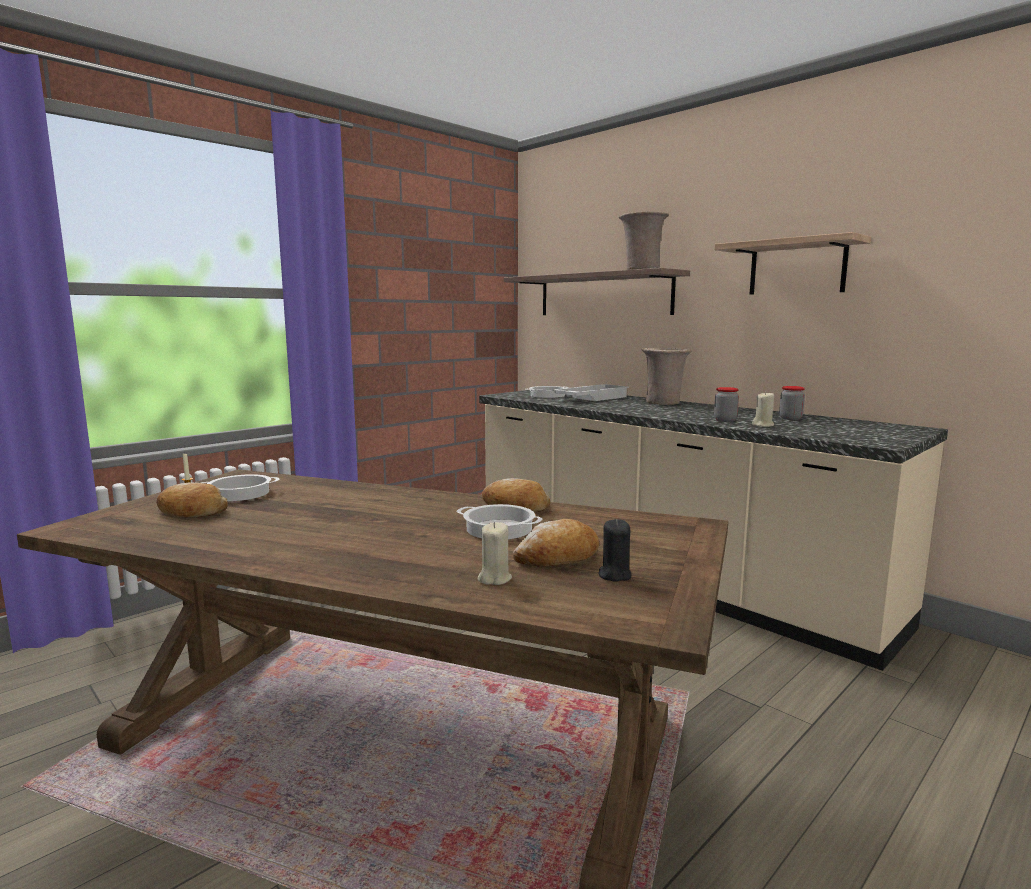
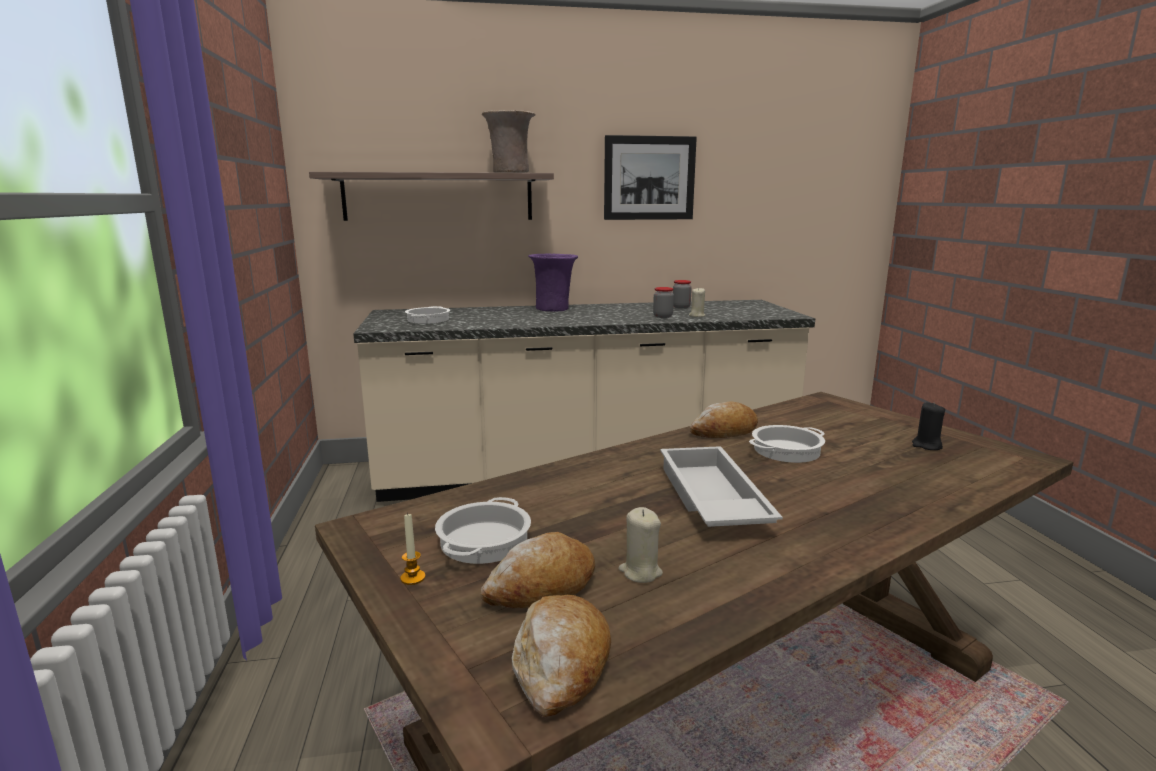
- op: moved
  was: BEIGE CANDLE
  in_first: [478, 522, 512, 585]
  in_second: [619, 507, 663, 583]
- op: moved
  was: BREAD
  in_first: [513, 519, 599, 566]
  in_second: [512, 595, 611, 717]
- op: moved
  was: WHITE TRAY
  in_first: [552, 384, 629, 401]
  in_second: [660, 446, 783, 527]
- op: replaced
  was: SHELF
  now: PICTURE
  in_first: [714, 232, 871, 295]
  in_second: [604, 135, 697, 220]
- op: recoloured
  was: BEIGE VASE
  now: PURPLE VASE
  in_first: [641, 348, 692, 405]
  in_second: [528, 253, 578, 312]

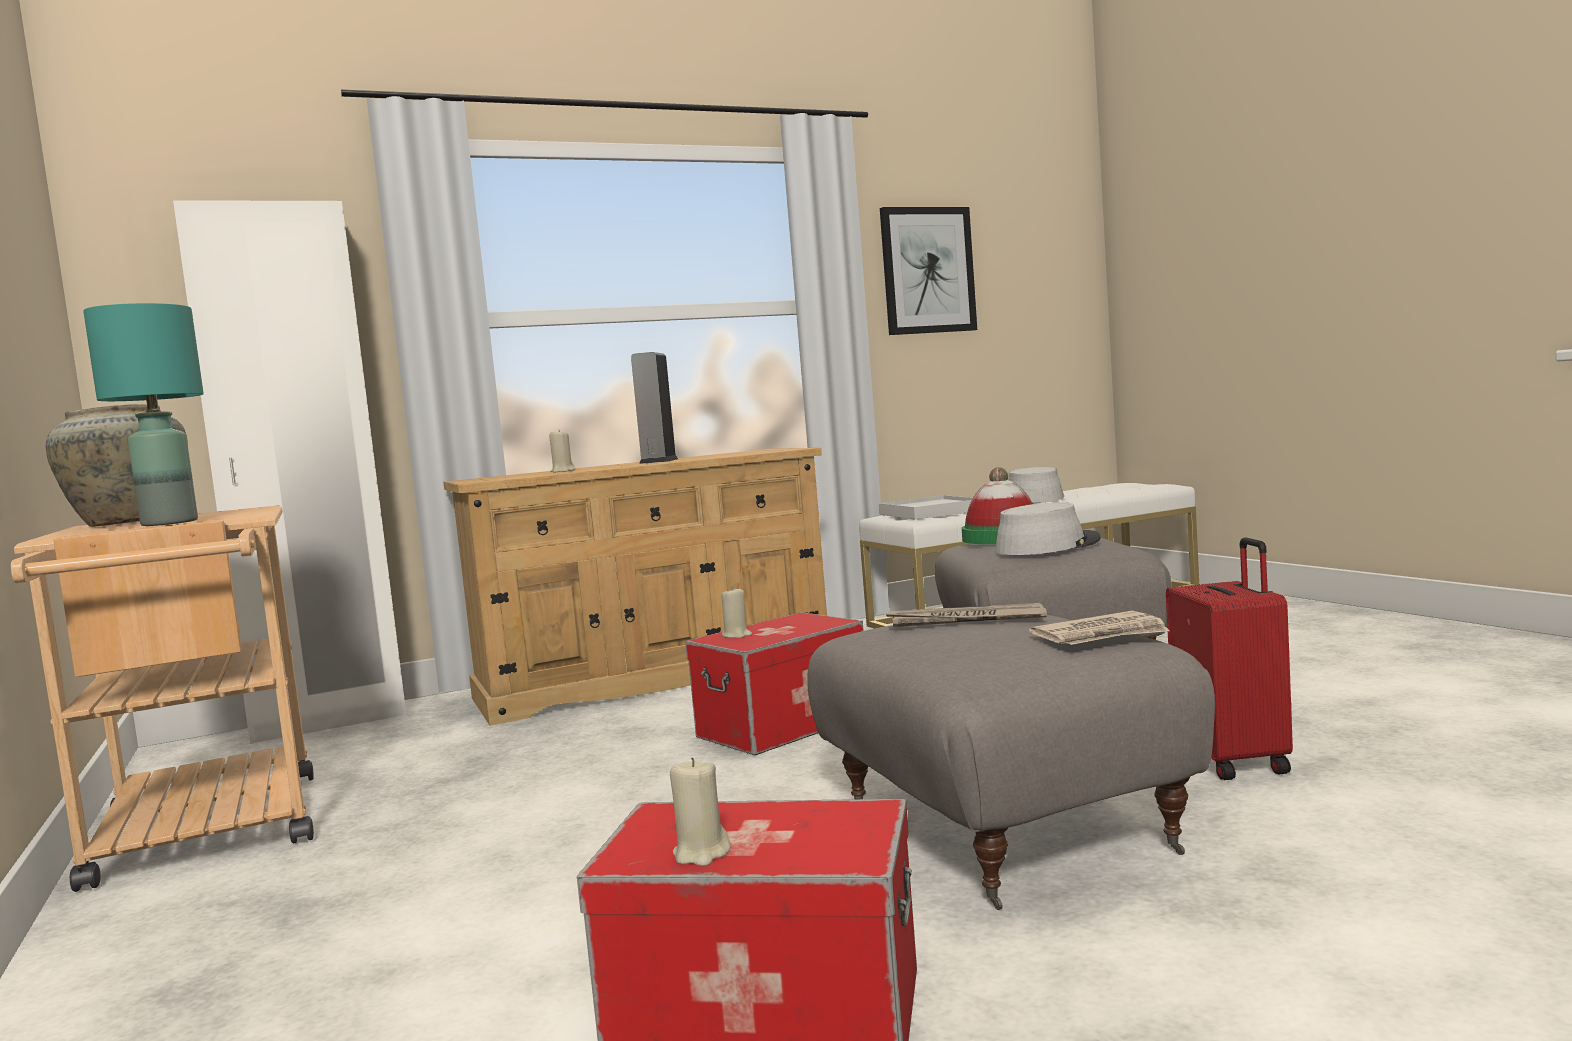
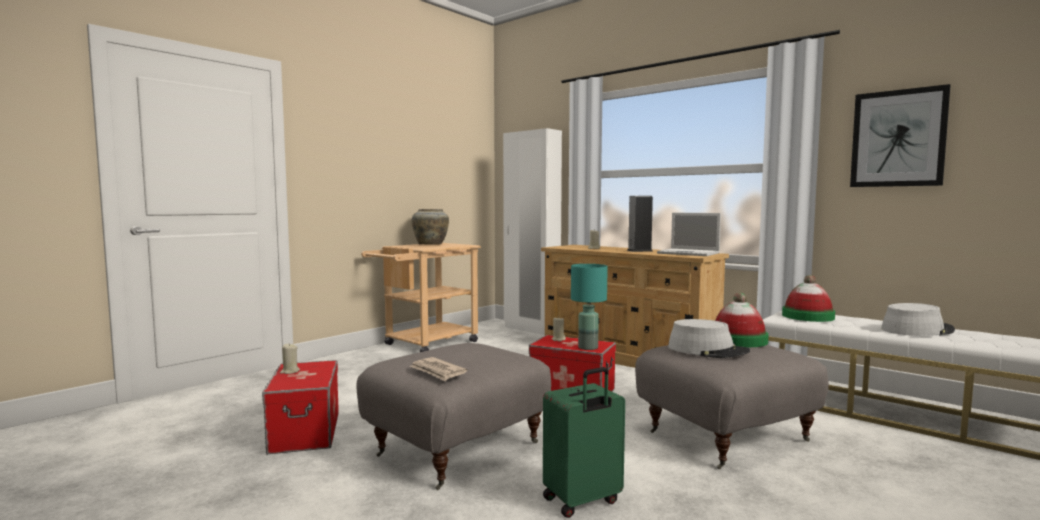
- op: removed
  was: NEWSPAPER
  in_first: [886, 603, 1047, 627]
- op: added
  now: LAPTOP
  in_second: [657, 213, 721, 256]
- op: moved
  was: TURQUOISE TABLE LAMP
  in_first: [83, 303, 204, 526]
  in_second: [571, 264, 608, 350]
- op: replaced
  was: WHITE TRAY
  now: HAT
  in_first: [879, 495, 973, 520]
  in_second: [782, 275, 835, 322]
- op: recoloured
  was: RED SUITCASE
  now: GREEN SUITCASE
  in_first: [1166, 537, 1293, 780]
  in_second: [543, 367, 625, 518]

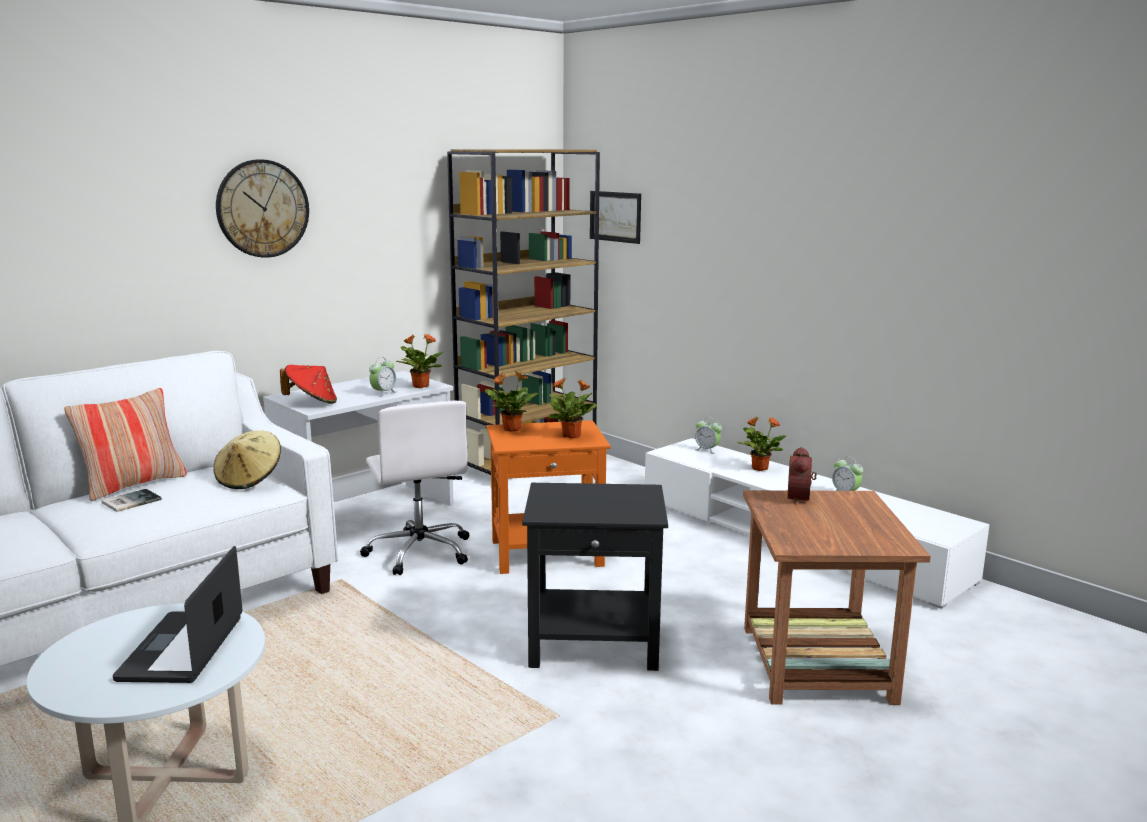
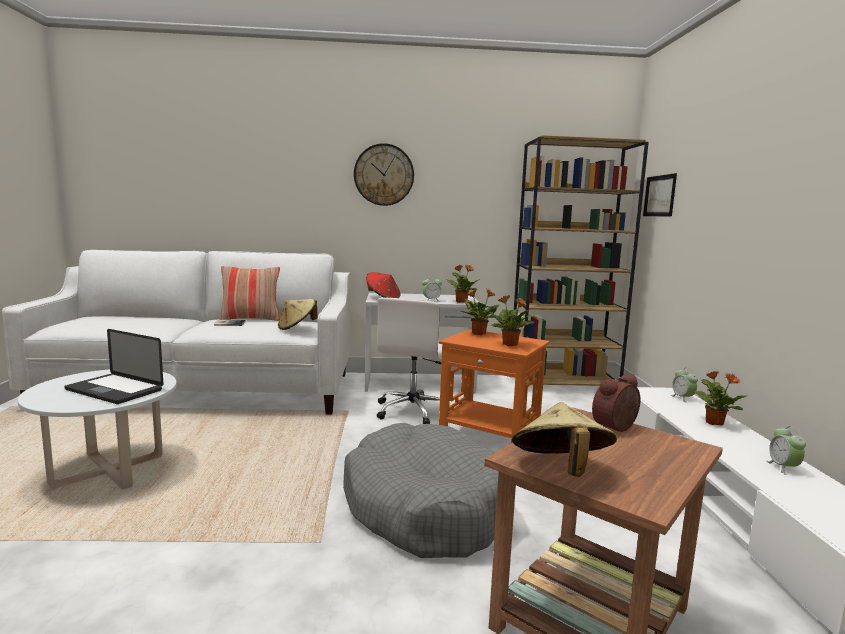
- op: added
  now: BEIGE HAT
  in_second: [512, 402, 617, 477]
- op: replaced
  was: BLACK SIDE TABLE
  now: GREY DOG BED
  in_first: [522, 483, 668, 671]
  in_second: [343, 423, 499, 558]
- op: turned
  was: LAPTOP
  in_first: [113, 546, 242, 683]
  in_second: [64, 329, 163, 404]
  clockwise: -105

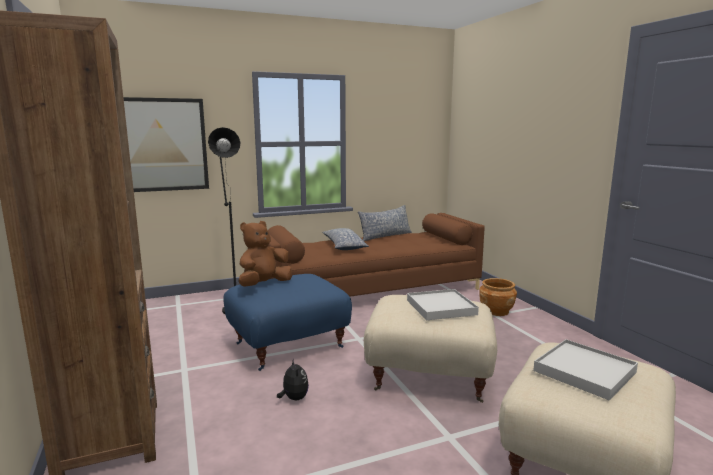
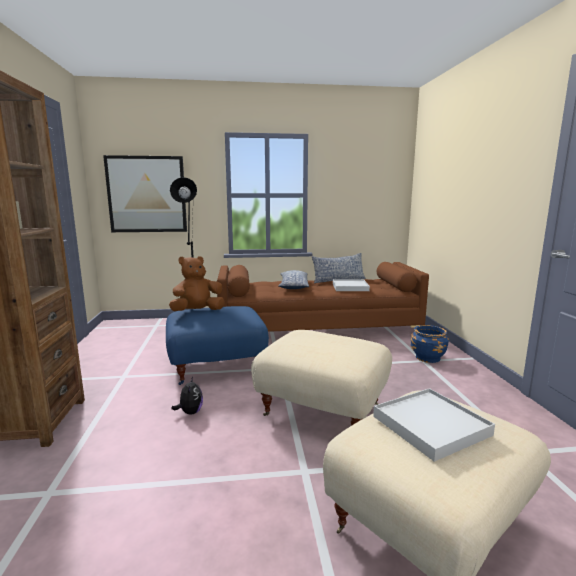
- op: moved
  was: WHITE TRAY
  in_first: [407, 289, 479, 320]
  in_second: [333, 279, 370, 291]
- op: recoloured
  was: BROWN PLANTER
  now: BLUE PLANTER
  in_first: [479, 278, 517, 316]
  in_second: [411, 325, 449, 363]

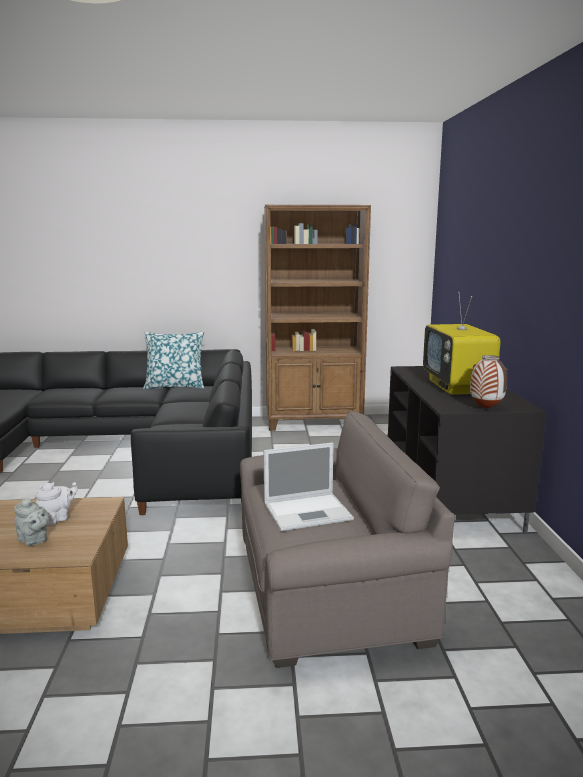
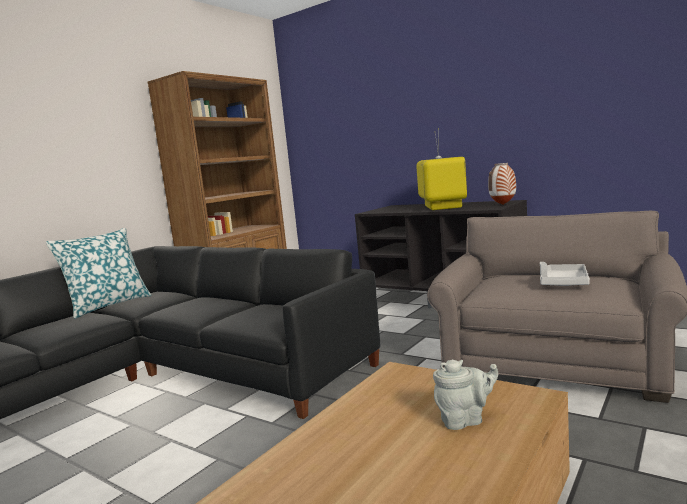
- op: removed
  was: WHITE TEAPOT
  in_first: [35, 482, 78, 525]
- op: replaced
  was: LAPTOP
  now: GREY TRAY
  in_first: [264, 442, 354, 531]
  in_second: [540, 262, 590, 286]
- op: turned
  was: TELEVISION
  in_first: [423, 292, 501, 395]
  in_second: [416, 128, 467, 210]
  clockwise: -120

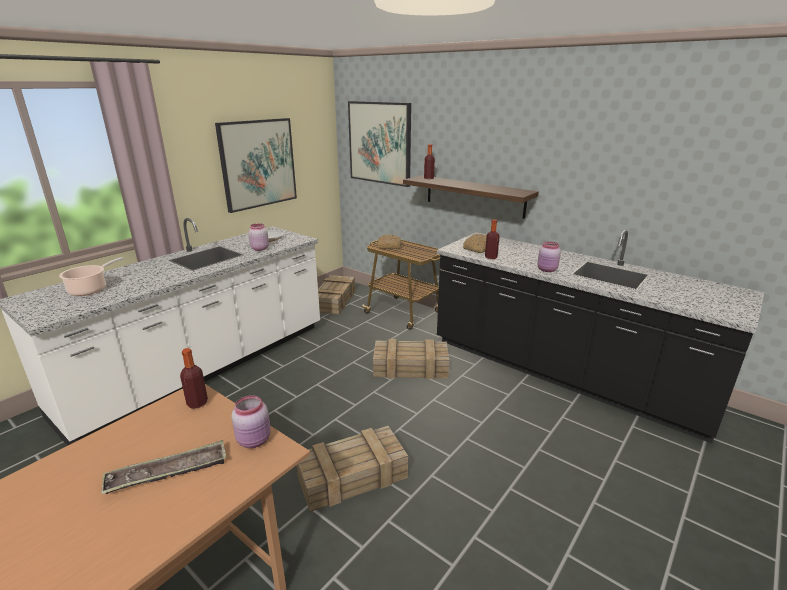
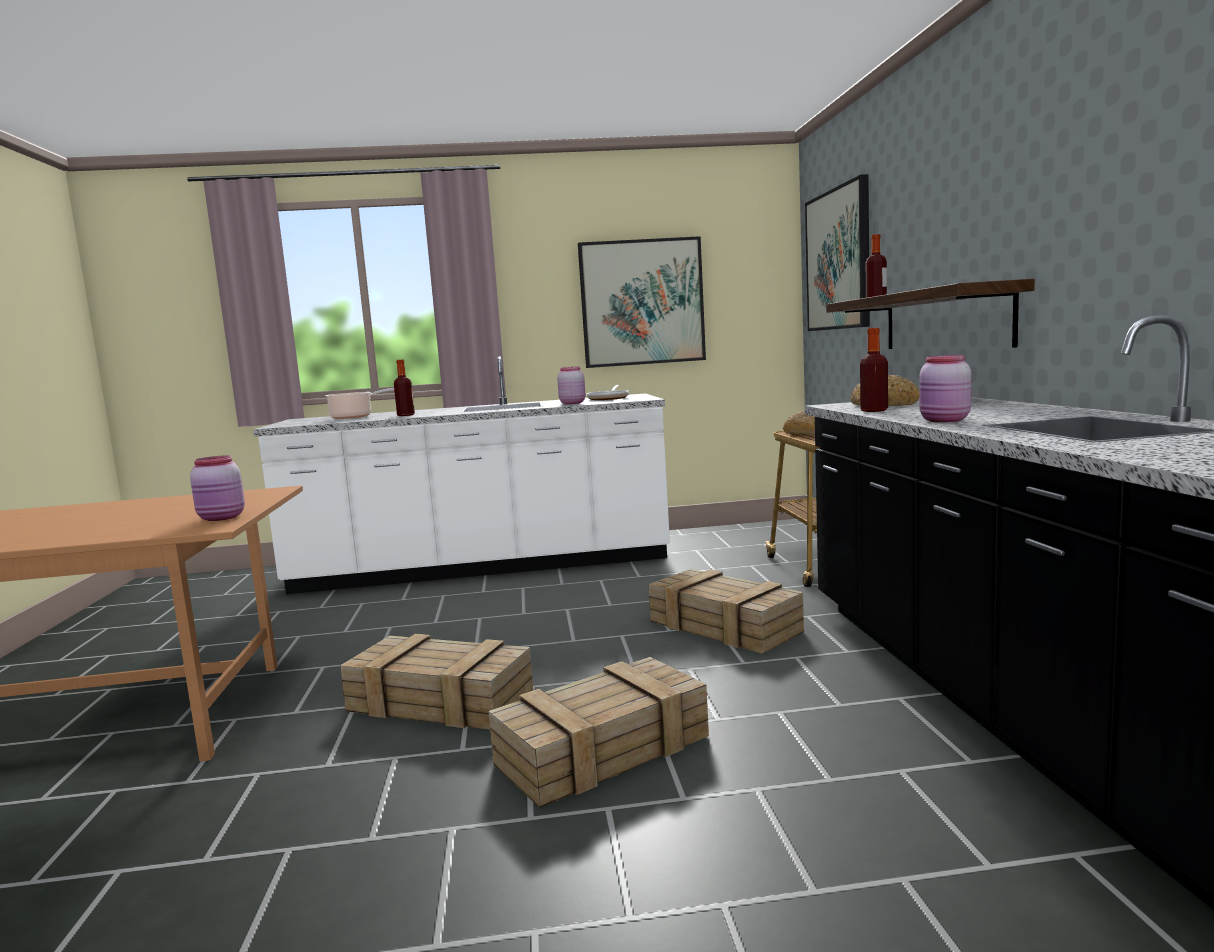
- op: removed
  was: TRAY
  in_first: [101, 440, 226, 494]
- op: moved
  was: BOTTLE
  in_first: [180, 348, 208, 409]
  in_second: [394, 359, 415, 416]
- op: moved
  was: CRATE
  in_first: [318, 275, 355, 314]
  in_second: [488, 657, 709, 808]

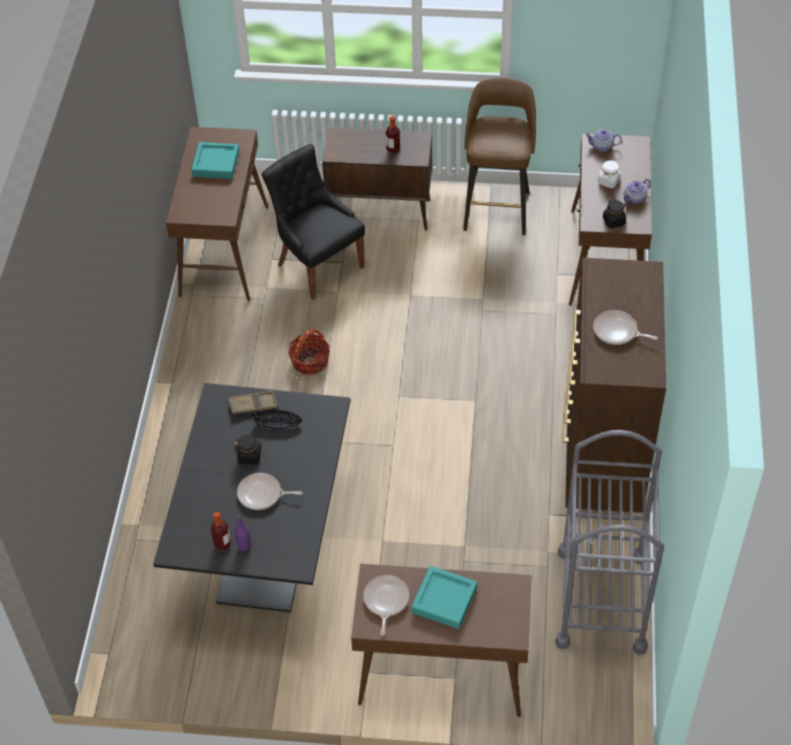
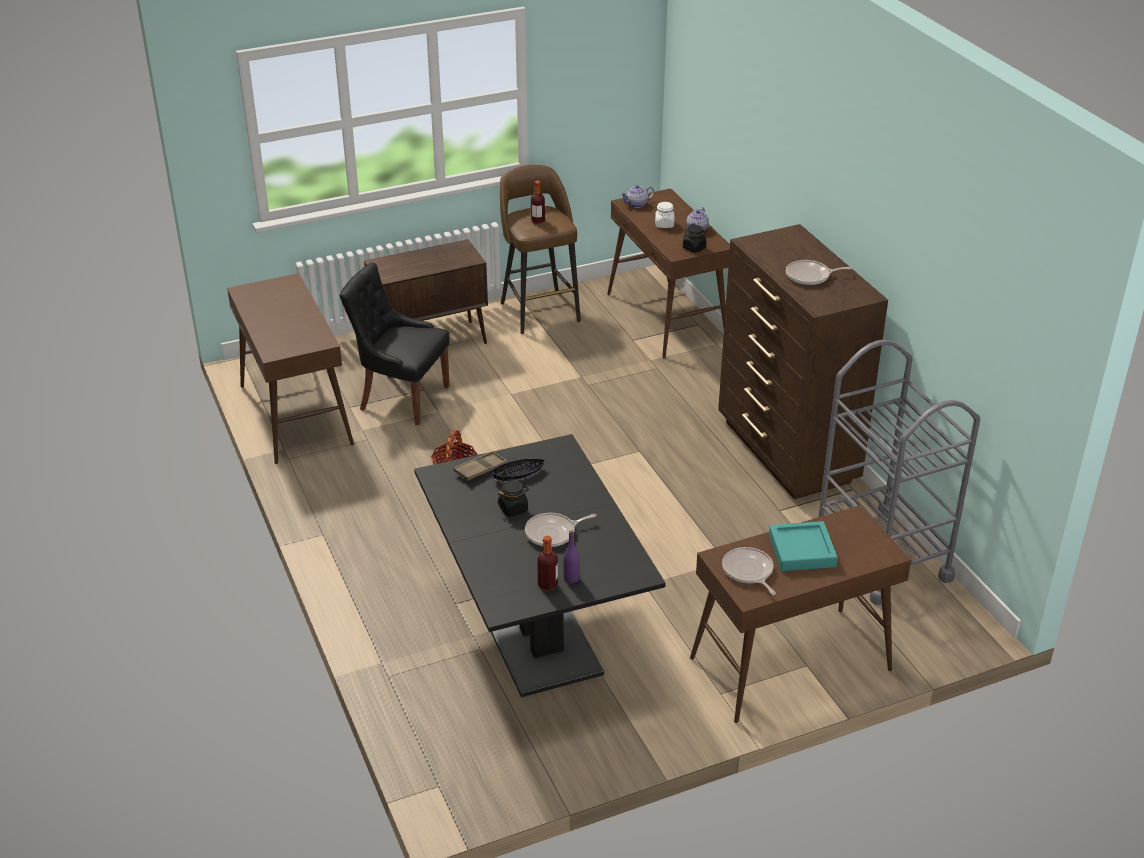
- op: removed
  was: TURQUOISE TRAY
  in_first: [191, 142, 239, 179]
- op: moved
  was: BOTTLE
  in_first: [386, 116, 400, 153]
  in_second: [531, 181, 545, 224]

